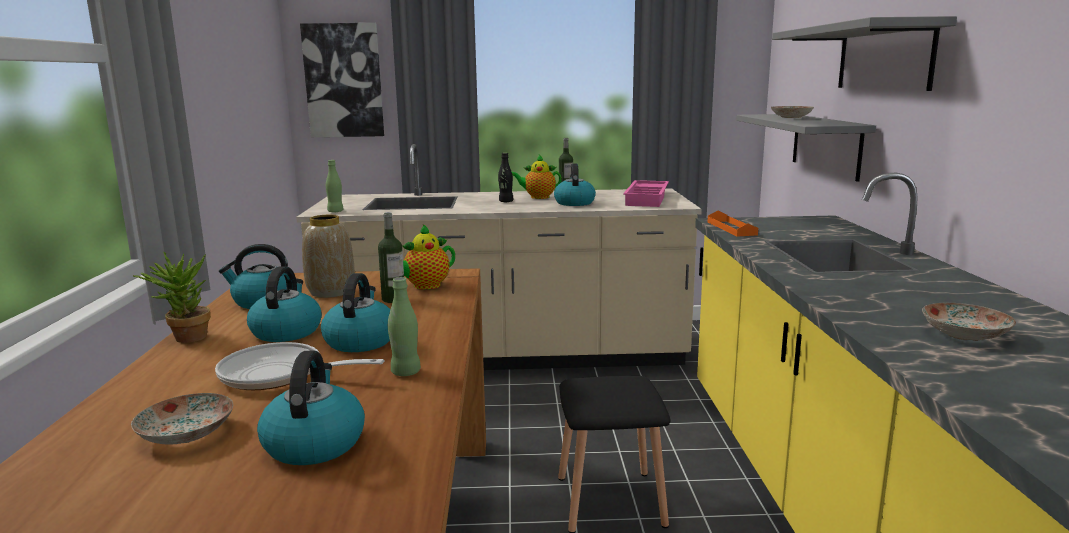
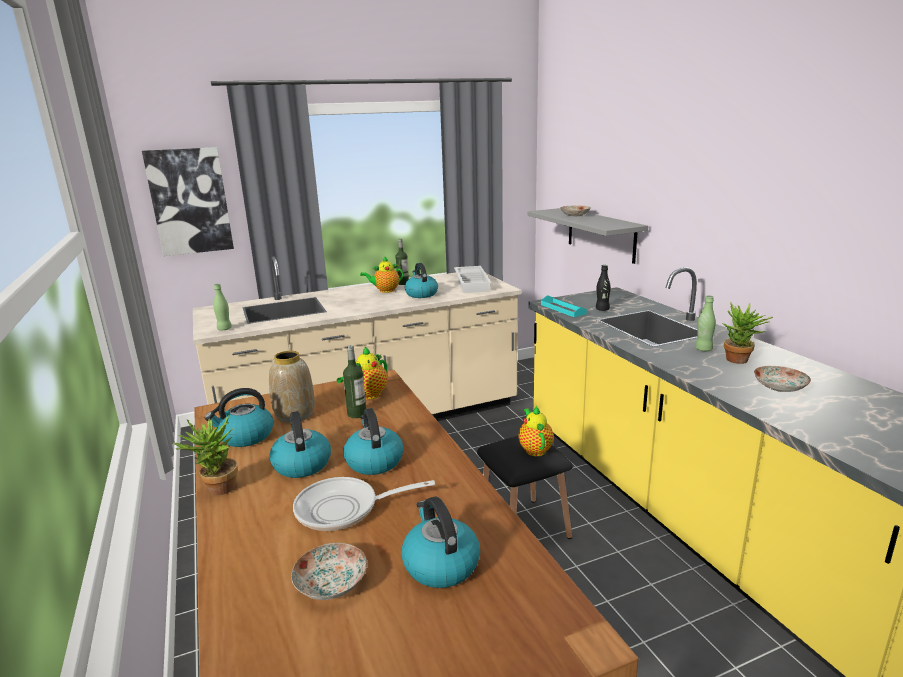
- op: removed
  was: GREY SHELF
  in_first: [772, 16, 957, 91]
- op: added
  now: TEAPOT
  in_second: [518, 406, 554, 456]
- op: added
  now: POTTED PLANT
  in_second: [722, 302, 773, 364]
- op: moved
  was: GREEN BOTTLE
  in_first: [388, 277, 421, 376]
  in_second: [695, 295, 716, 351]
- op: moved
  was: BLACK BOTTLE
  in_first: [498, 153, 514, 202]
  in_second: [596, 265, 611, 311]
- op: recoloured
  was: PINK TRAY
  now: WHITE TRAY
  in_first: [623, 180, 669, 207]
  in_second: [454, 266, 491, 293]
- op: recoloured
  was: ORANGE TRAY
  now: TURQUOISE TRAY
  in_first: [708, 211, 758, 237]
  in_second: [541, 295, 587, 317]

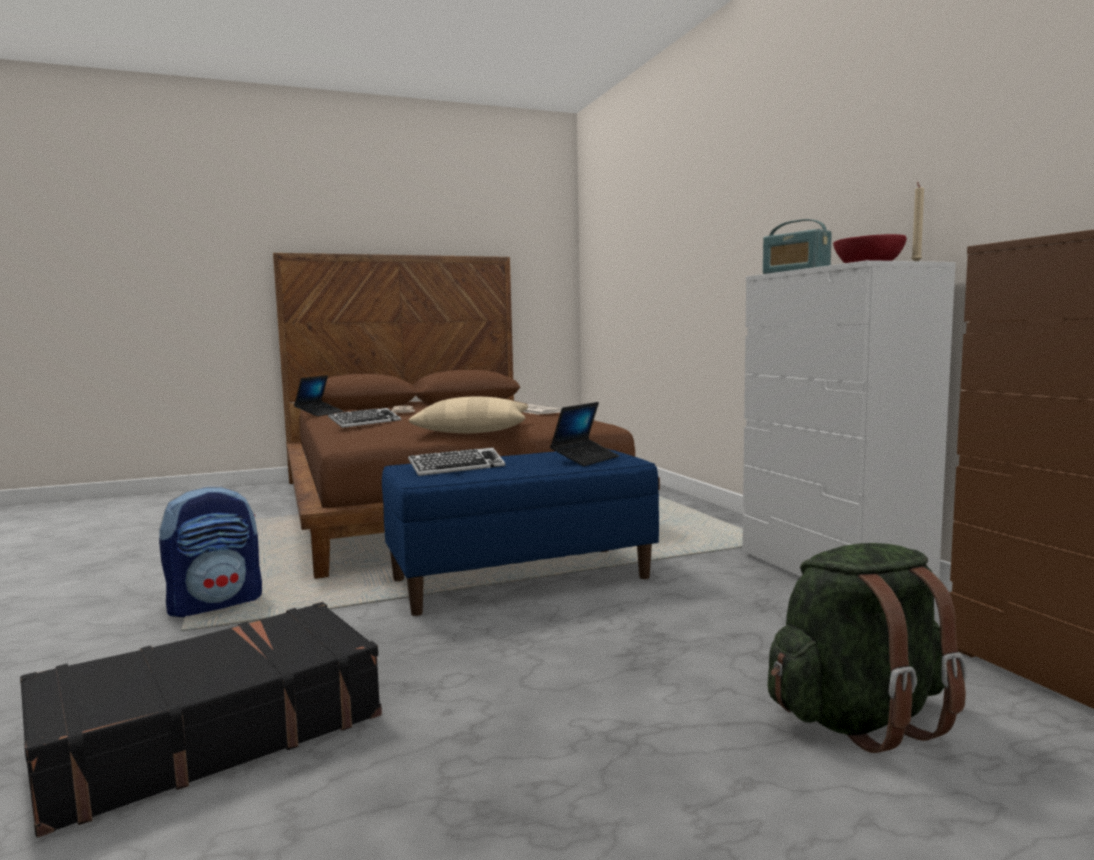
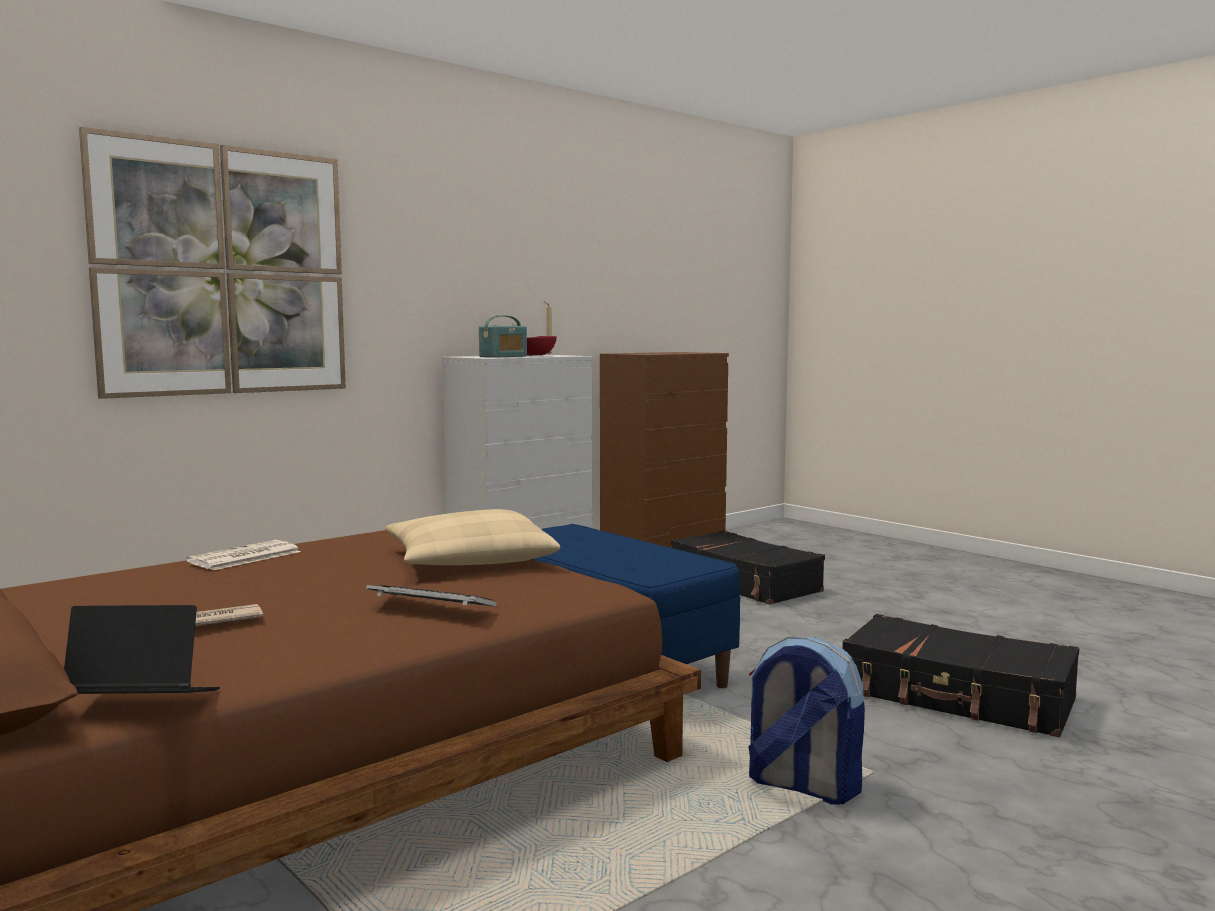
- op: removed
  was: KEYBOARD
  in_first: [408, 448, 505, 476]
- op: removed
  was: LAPTOP
  in_first: [550, 402, 619, 466]
- op: added
  now: PICTURE
  in_second: [79, 127, 346, 399]
- op: replaced
  was: GREEN BACKPACK
  now: BLACK SUITCASE
  in_first: [768, 543, 967, 753]
  in_second: [671, 530, 825, 605]

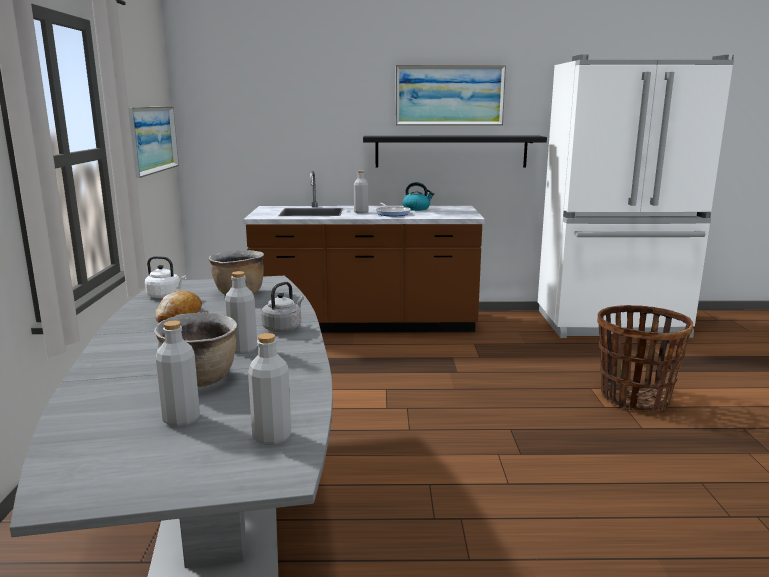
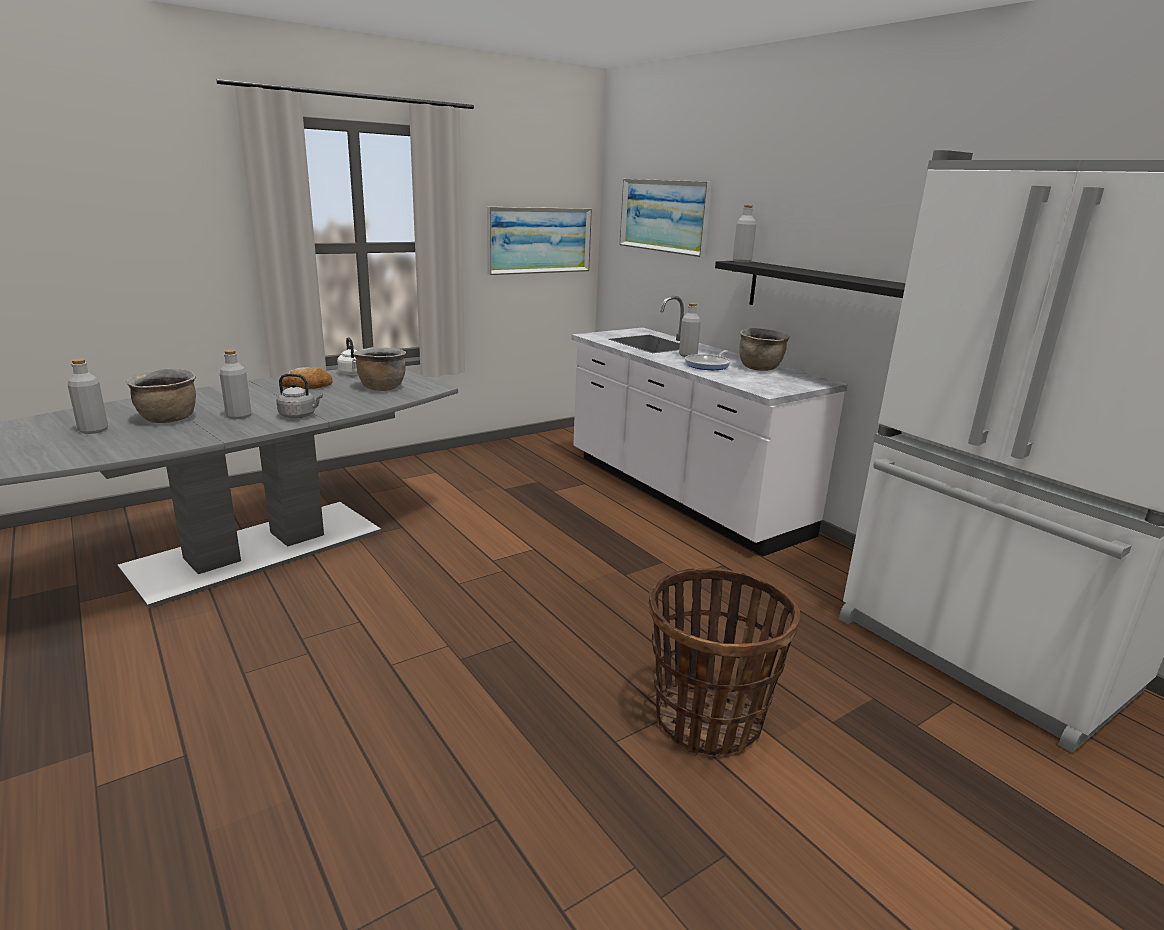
- op: moved
  was: GREY BOTTLE
  in_first: [248, 333, 291, 445]
  in_second: [733, 205, 756, 262]
- op: moved
  was: PICTURE
  in_first: [396, 65, 506, 125]
  in_second: [620, 179, 712, 257]
- op: replaced
  was: KETTLE
  now: BROWN COOKING POT
  in_first: [402, 182, 434, 211]
  in_second: [740, 328, 789, 371]
- op: recoloured
  was: BROWN COUNTER
  now: WHITE COUNTER
  in_first: [243, 171, 485, 332]
  in_second: [571, 296, 848, 557]

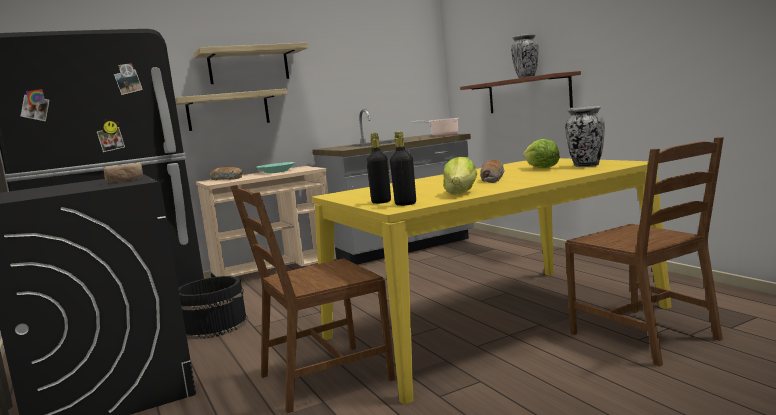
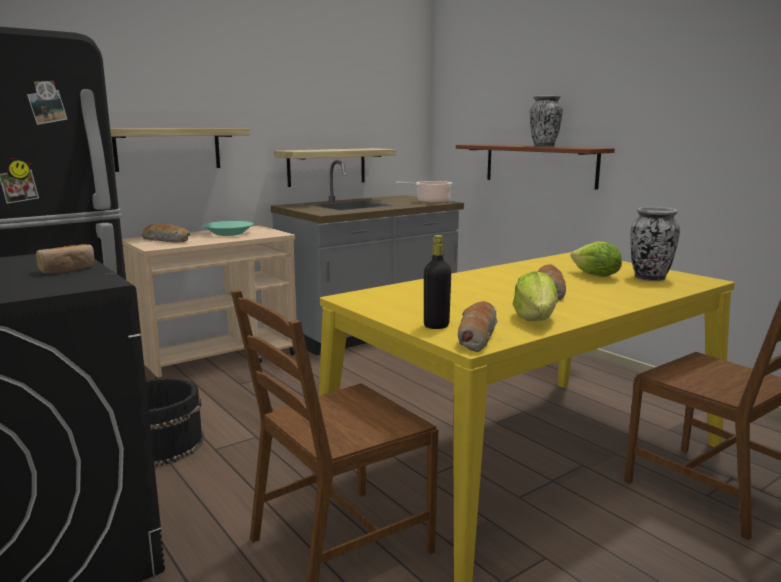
- op: moved
  was: SHELF
  in_first: [194, 43, 308, 84]
  in_second: [274, 148, 396, 187]
- op: replaced
  was: BLACK BOTTLE
  now: BREAD
  in_first: [390, 131, 416, 206]
  in_second: [458, 301, 498, 352]

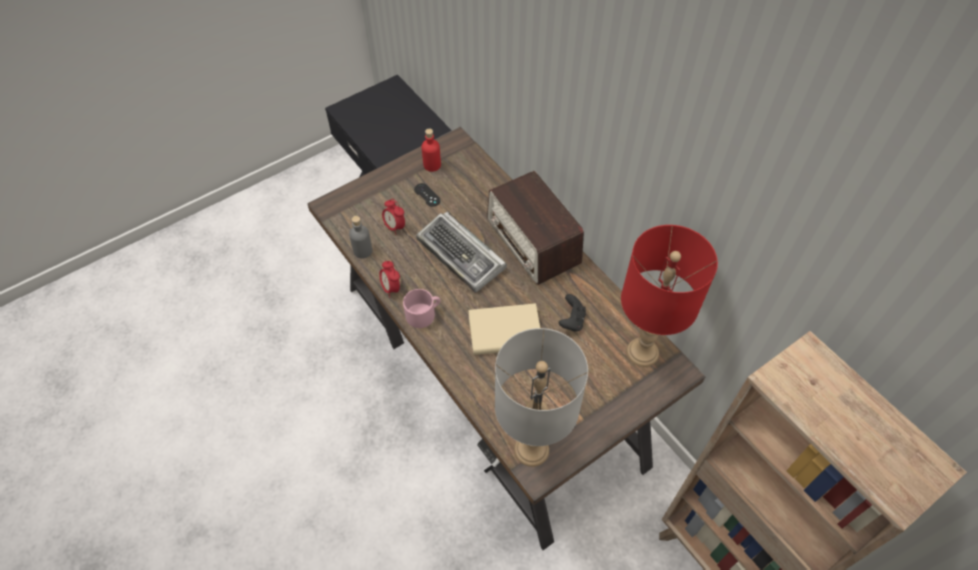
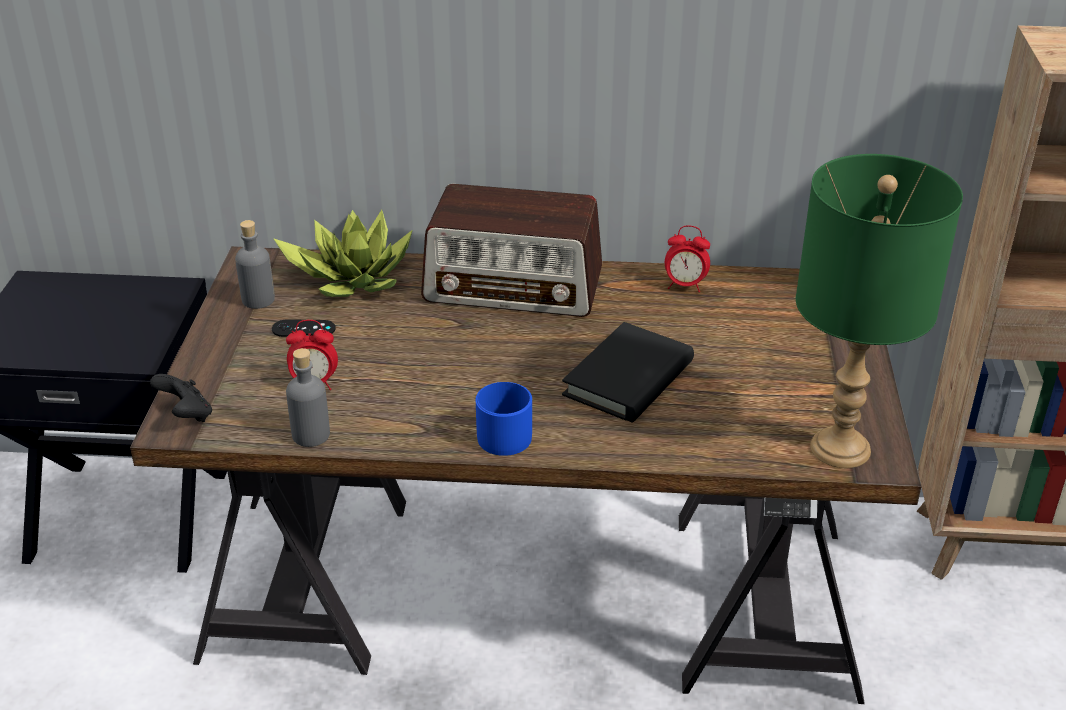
- op: removed
  was: KEYBOARD
  in_first: [416, 212, 507, 293]
- op: removed
  was: RED TABLE LAMP
  in_first: [621, 225, 718, 367]
- op: added
  now: POTTED PLANT
  in_second: [273, 210, 412, 297]
- op: moved
  was: ALARM CLOCK
  in_first: [379, 261, 400, 298]
  in_second: [665, 226, 710, 292]
- op: moved
  was: BLACK GAME CONTROLLER
  in_first: [559, 294, 586, 332]
  in_second: [150, 374, 212, 422]
- op: recoloured
  was: PINK MUG
  now: BLUE MUG
  in_first: [403, 289, 440, 328]
  in_second: [476, 382, 532, 456]
- op: recoloured
  was: RED BOTTLE
  now: GREY BOTTLE
  in_first: [421, 129, 441, 172]
  in_second: [235, 220, 275, 309]
- op: recoloured
  was: BEIGE BOOK
  now: BLACK BOOK
  in_first: [468, 303, 540, 355]
  in_second: [562, 322, 694, 423]
- op: recoloured
  was: GREY TABLE LAMP
  now: GREEN TABLE LAMP
  in_first: [495, 328, 588, 467]
  in_second: [796, 154, 963, 468]

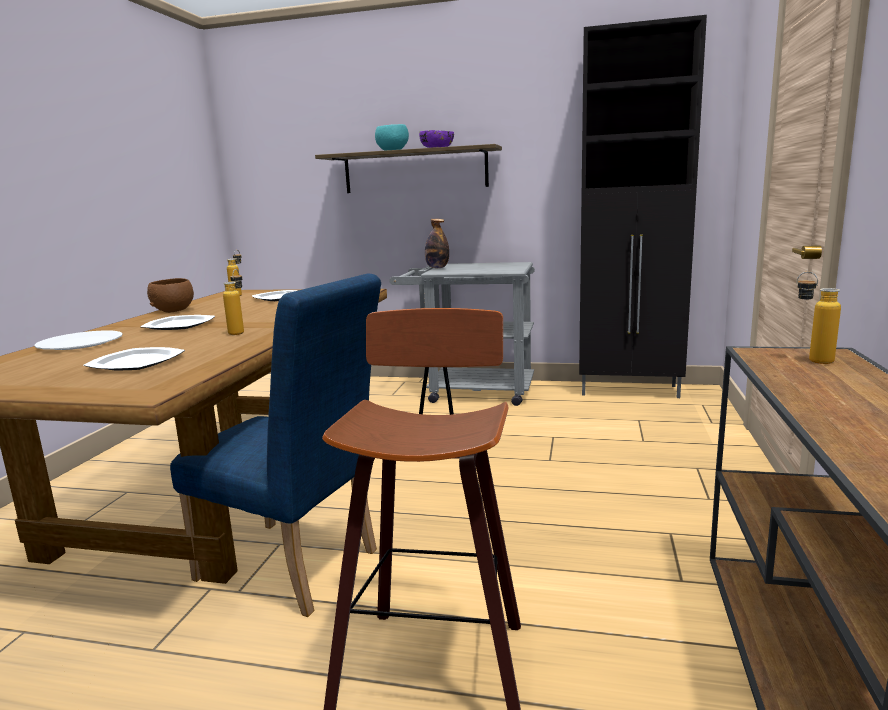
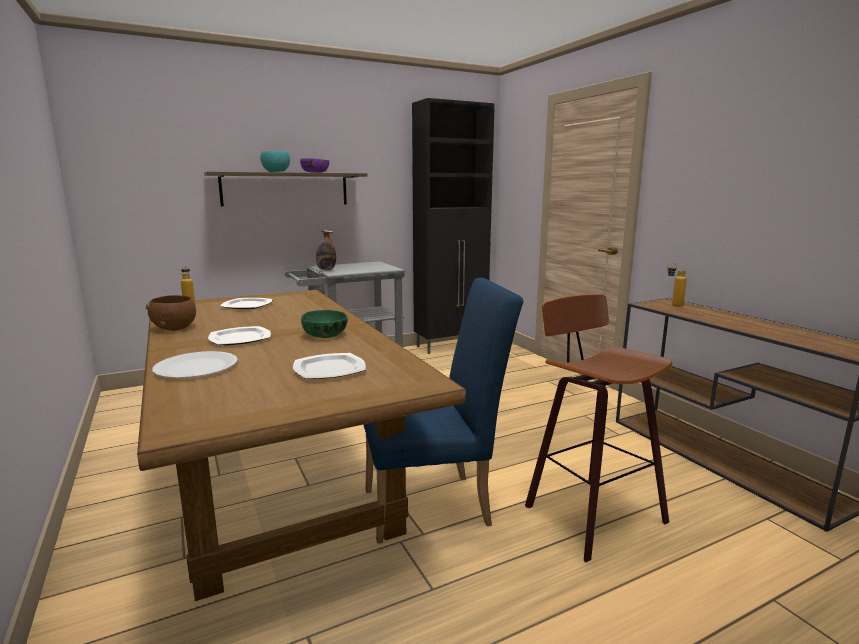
- op: replaced
  was: BOTTLE
  now: GREEN BOWL
  in_first: [223, 269, 244, 335]
  in_second: [301, 310, 348, 338]

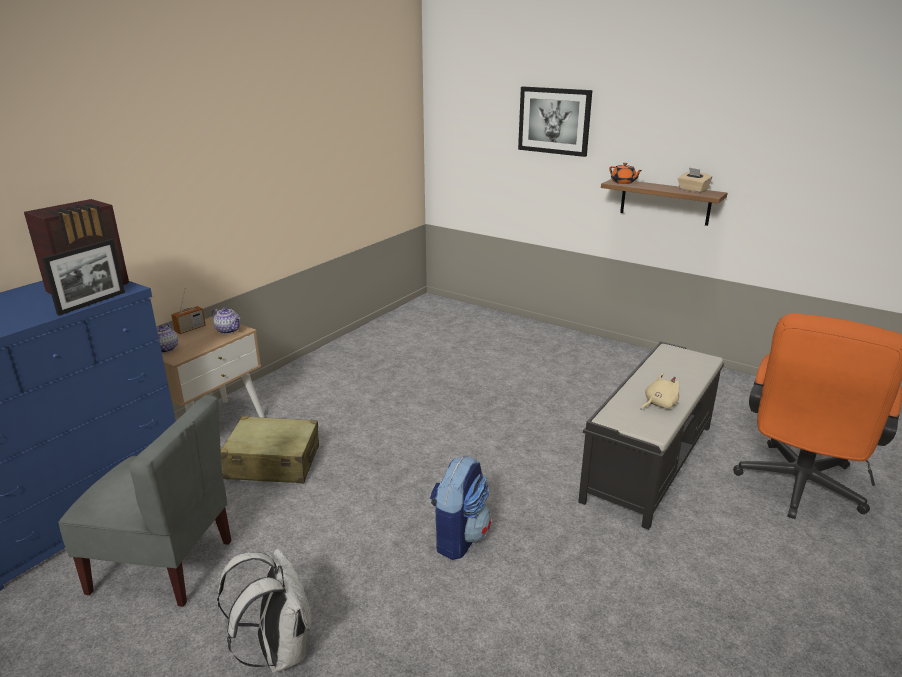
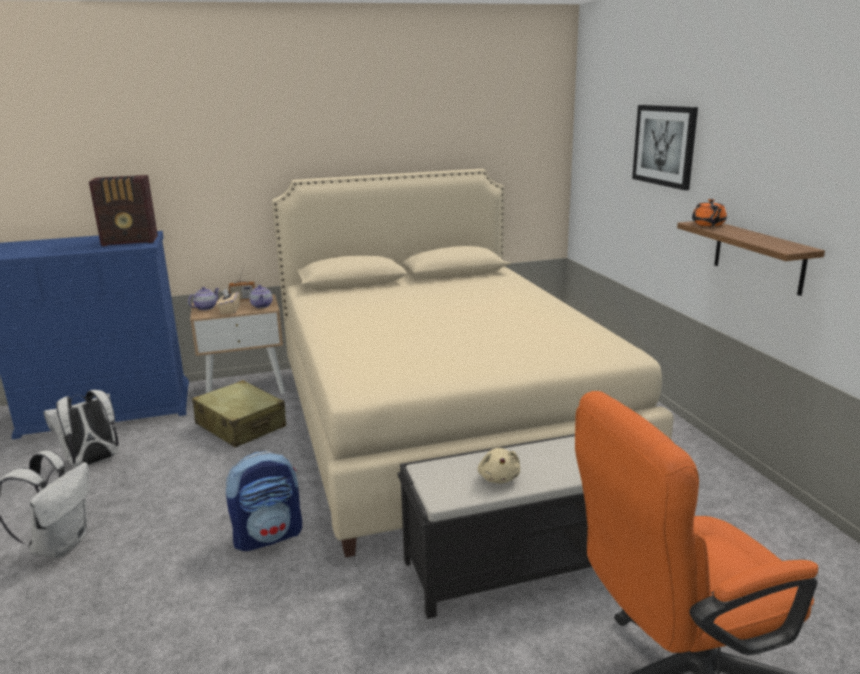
- op: removed
  was: PICTURE FRAME
  in_first: [42, 239, 125, 316]
- op: added
  now: BEIGE BED
  in_second: [272, 169, 674, 557]
- op: moved
  was: BEIGE TISSUE BOX
  in_first: [678, 167, 712, 193]
  in_second: [217, 288, 240, 314]
- op: replaced
  was: GREY CHAIR
  now: WHITE BACKPACK
  in_first: [58, 394, 232, 607]
  in_second: [44, 390, 119, 467]
- op: turned
  was: BEIGE PLUSH TOY
  in_first: [641, 373, 679, 410]
  in_second: [478, 448, 520, 483]
  clockwise: 75

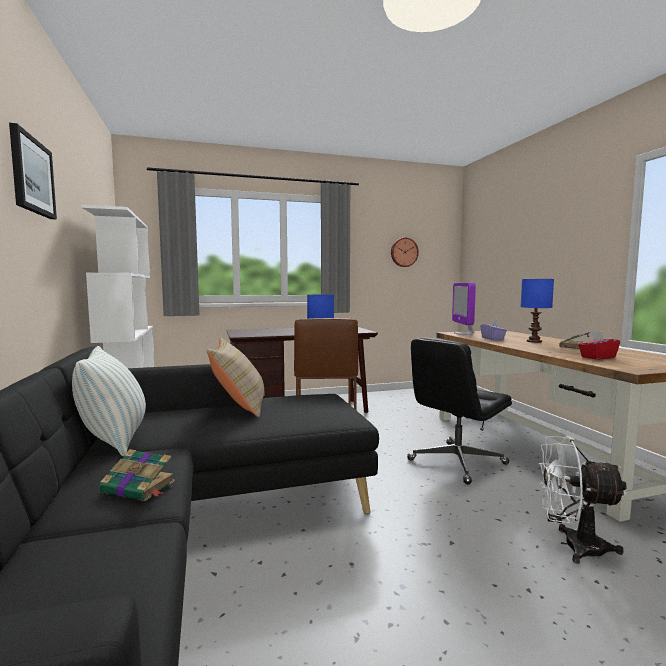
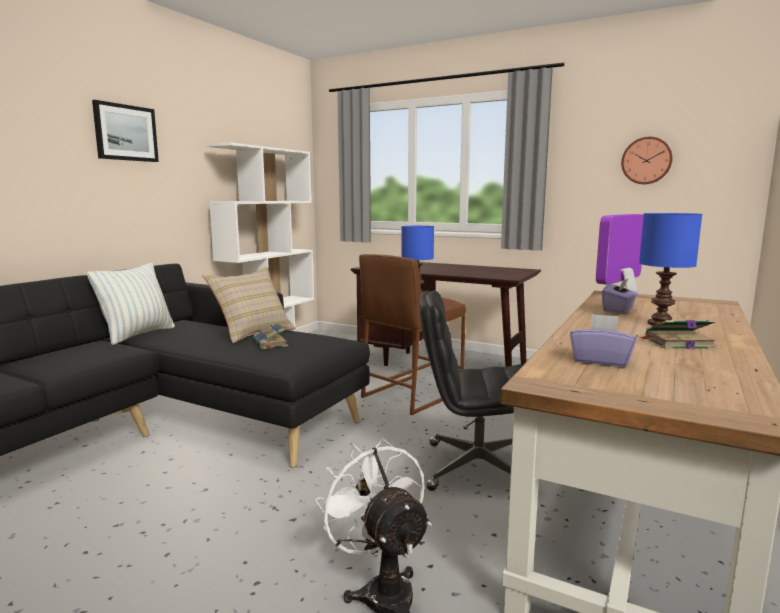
- op: moved
  was: BOOK
  in_first: [99, 449, 175, 501]
  in_second: [253, 322, 288, 350]
- op: recoloured
  was: RED TISSUE BOX
  now: PURPLE TISSUE BOX
  in_first: [578, 331, 620, 360]
  in_second: [570, 314, 636, 367]

